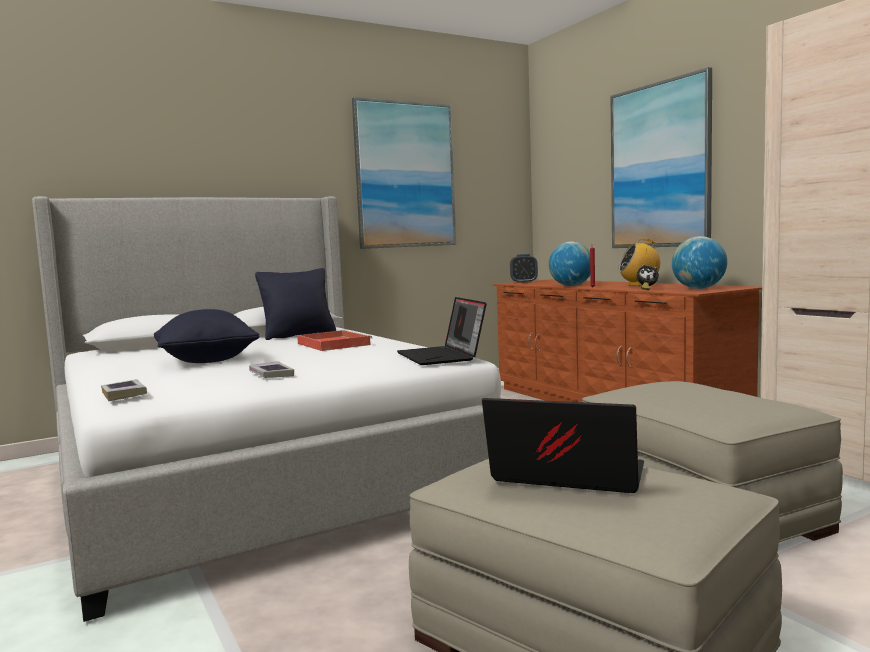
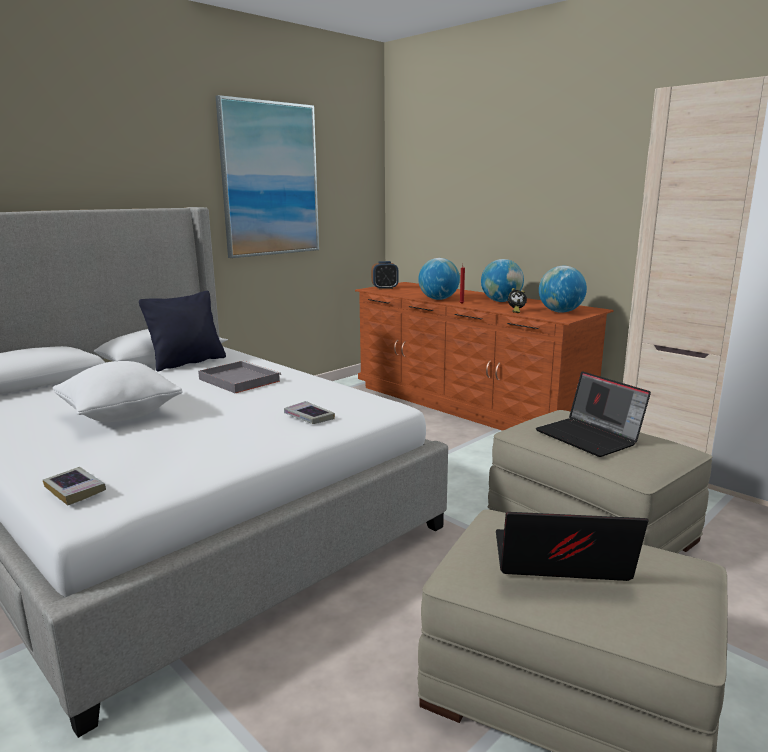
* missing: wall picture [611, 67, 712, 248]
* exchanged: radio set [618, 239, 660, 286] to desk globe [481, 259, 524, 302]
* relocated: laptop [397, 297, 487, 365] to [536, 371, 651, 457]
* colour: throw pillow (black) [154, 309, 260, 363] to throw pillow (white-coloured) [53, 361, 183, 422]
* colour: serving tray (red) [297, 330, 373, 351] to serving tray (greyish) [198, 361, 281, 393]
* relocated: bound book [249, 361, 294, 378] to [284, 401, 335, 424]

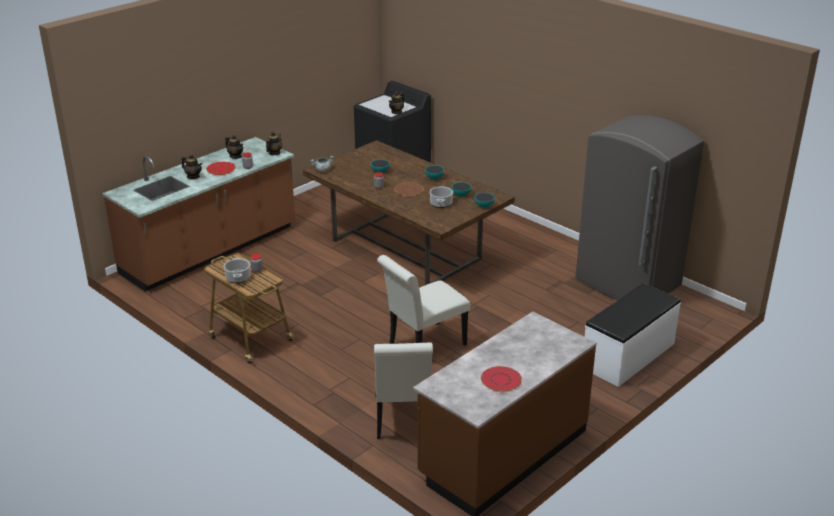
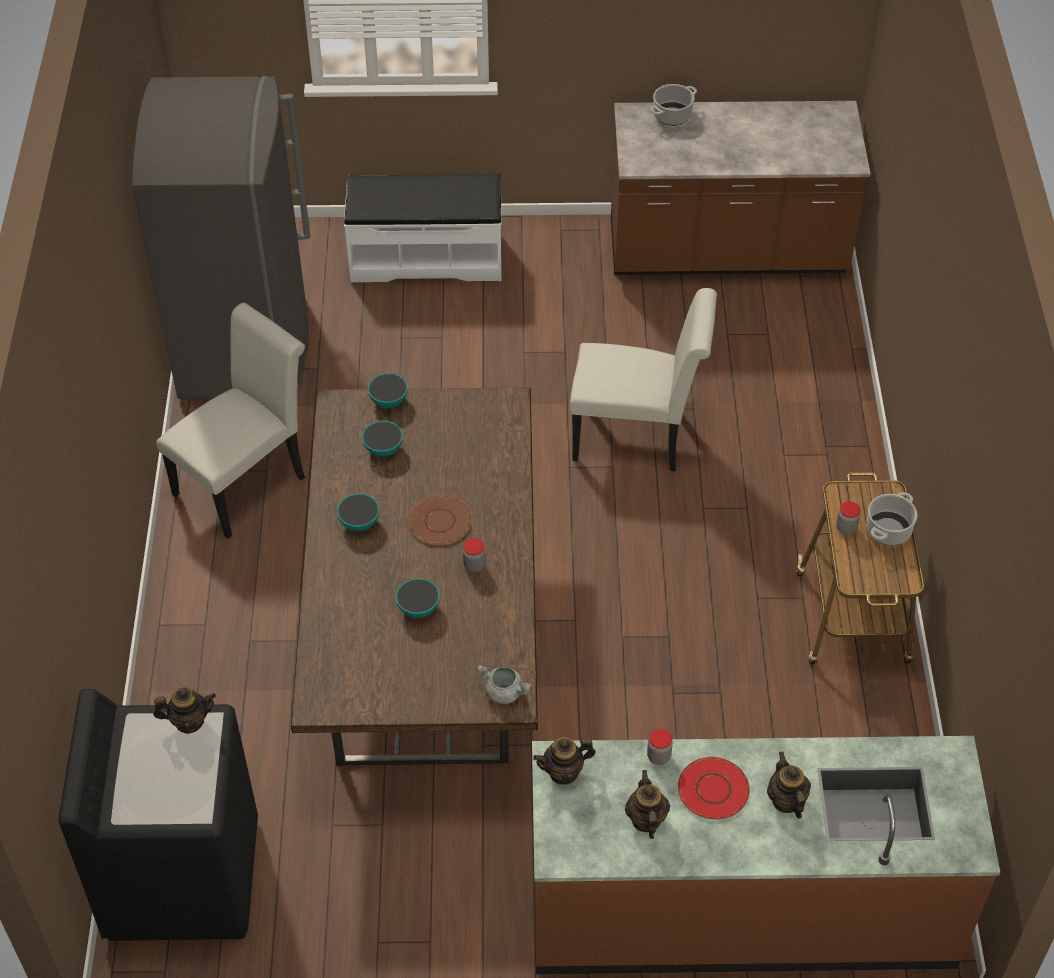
* relocated: stockpot [429, 186, 453, 208] to [650, 84, 697, 126]
* relocated: plain chair (white-coloured) [374, 343, 433, 439] to [156, 303, 305, 539]
* missing: flat dish (red) [481, 366, 522, 392]

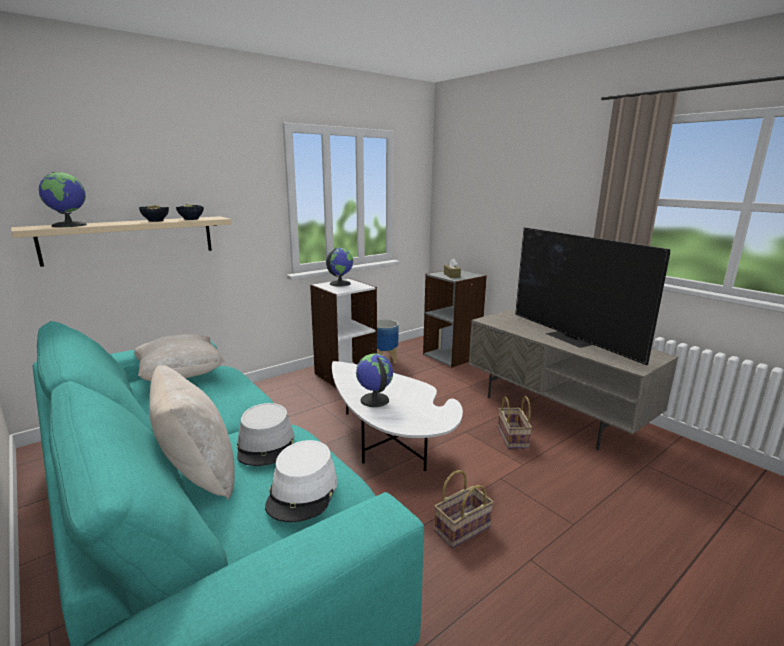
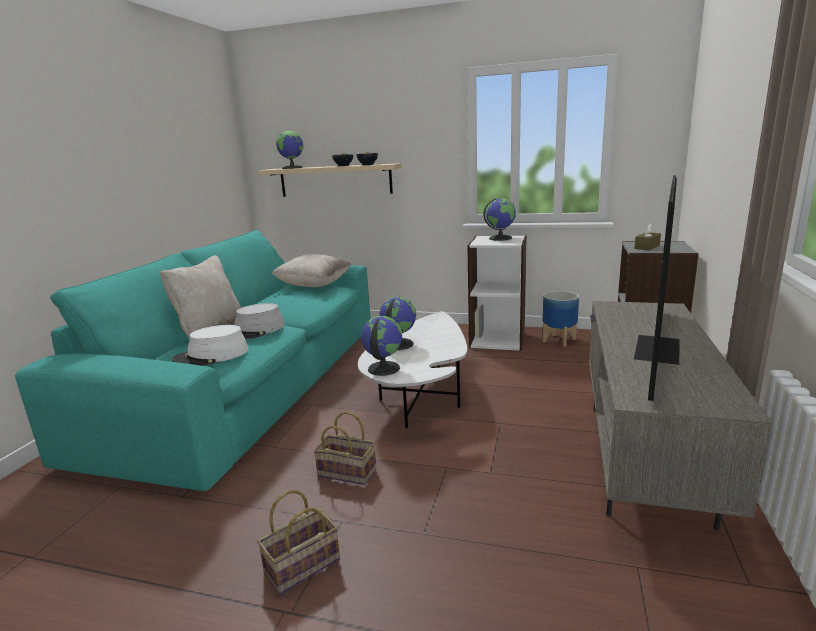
* relocated: basket [498, 396, 532, 449] to [257, 490, 340, 594]
* appeared: desk globe [361, 316, 402, 376]

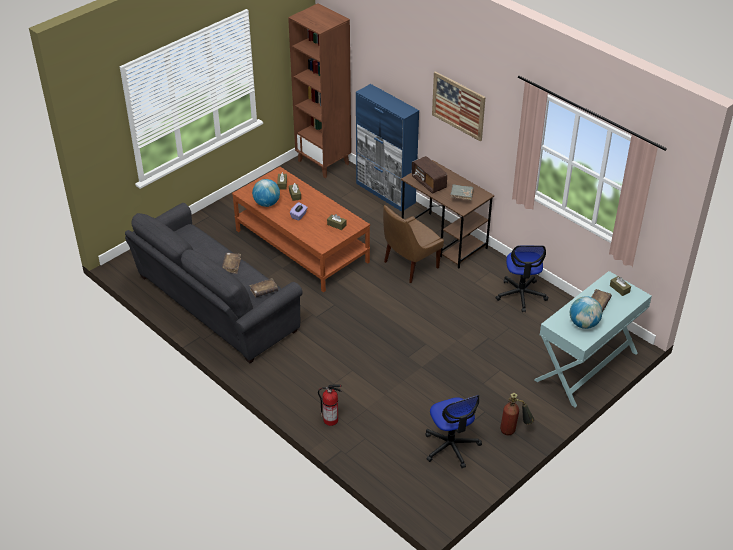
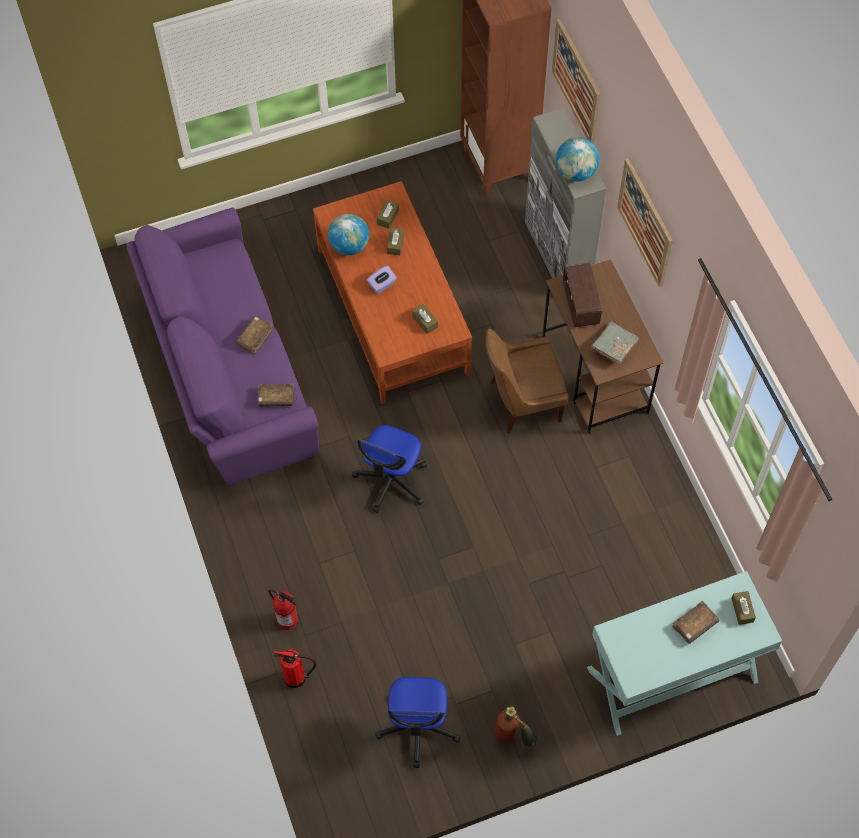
* colour: cabinet (bluish) [356, 84, 419, 212] to cabinet (greyish) [525, 108, 606, 278]
* colour: sofa (greyish) [125, 203, 303, 363] to sofa (purple) [126, 207, 319, 487]
* relocated: computer chair [495, 245, 548, 312] to [352, 425, 427, 513]
* relocated: desk globe [570, 296, 602, 329] to [556, 137, 600, 181]
* appeared: wall picture [552, 19, 600, 144]
* appeared: fire-fighting cylinder [274, 649, 317, 688]

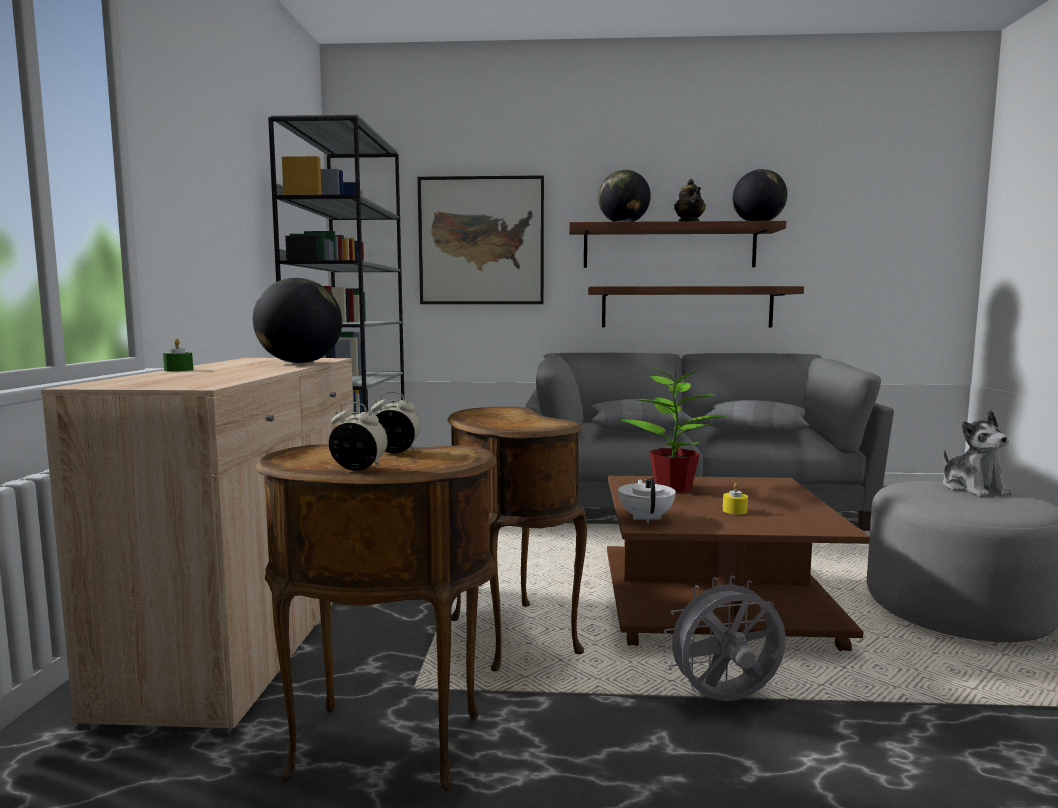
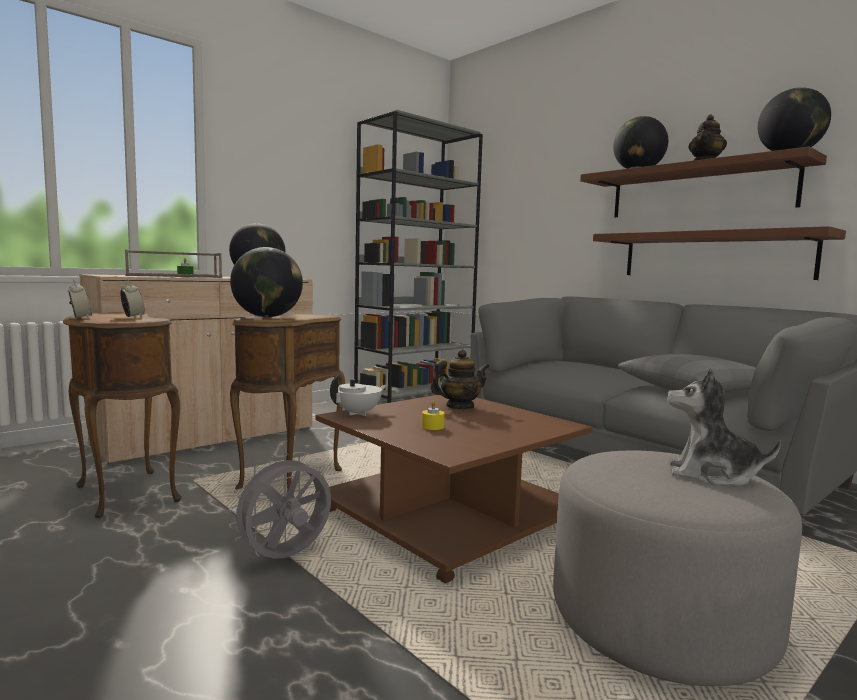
* missing: wall picture [417, 175, 544, 304]
* exchanged: potted plant [620, 362, 726, 492] to teapot [431, 349, 490, 409]
* missing: throw pillow (greyish) [592, 399, 695, 433]
* spun: soft toy [943, 410, 1012, 497] = [667, 368, 781, 487] 75 degrees clockwise
* spun: cooling fan (greyish) [663, 575, 786, 701] = [228, 453, 331, 559] 75 degrees counterclockwise
* appeared: desk globe [230, 247, 303, 317]
* appeared: serving tray (brown-coloured) [125, 250, 222, 278]

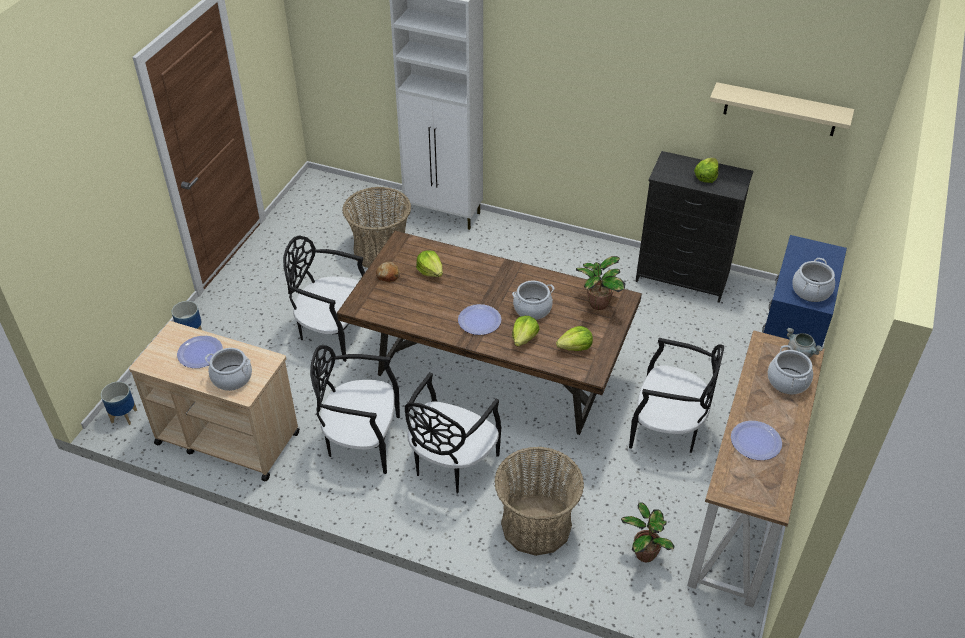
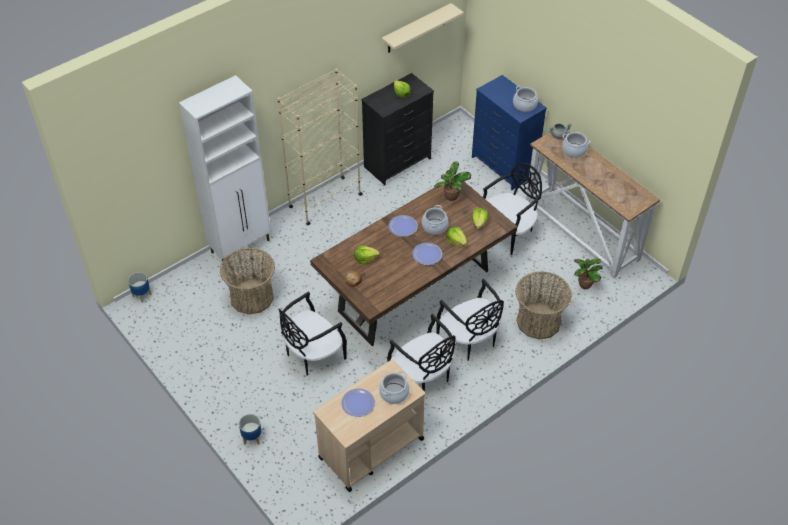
* spun: plain chair (black) [310, 345, 400, 474] = [387, 314, 455, 391] 75 degrees counterclockwise
* relocated: planter [101, 382, 137, 425] to [128, 272, 152, 303]
* relocated: flat dish [731, 421, 782, 460] to [389, 215, 418, 237]
* appeared: bookcase (beige) [277, 68, 363, 225]

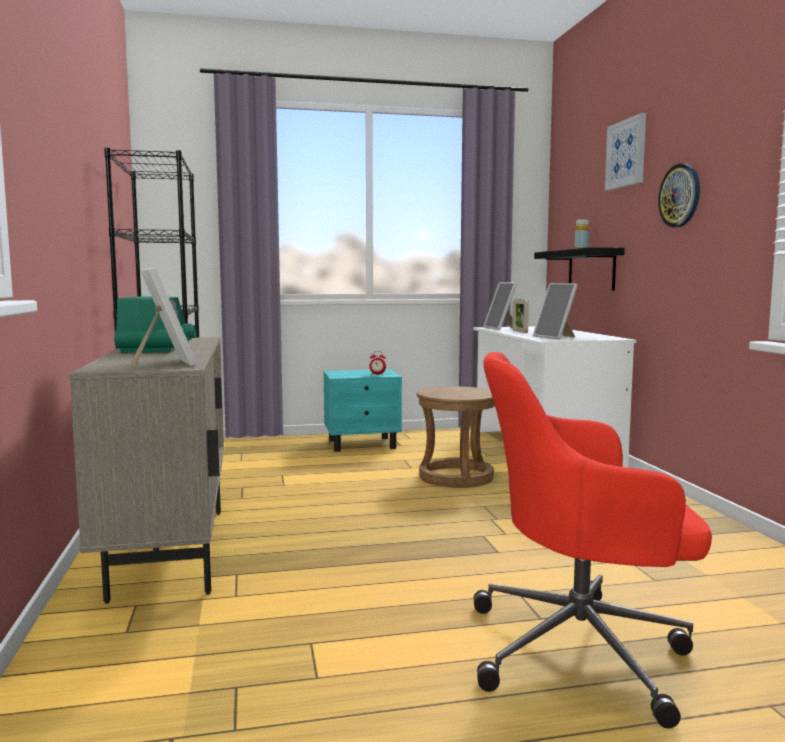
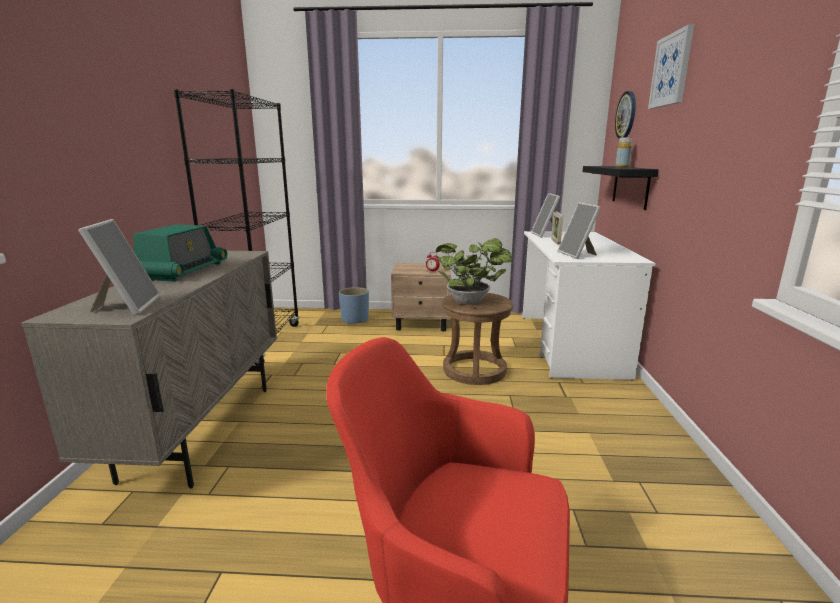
* relocated: clock on the wall [658, 163, 700, 227] to [615, 91, 636, 139]
* colour: nightstand (blue-green) [323, 369, 402, 452] to nightstand (beige) [391, 263, 451, 331]
* appeared: potted plant [436, 238, 512, 305]
* appeared: planter (bluish) [339, 287, 369, 324]

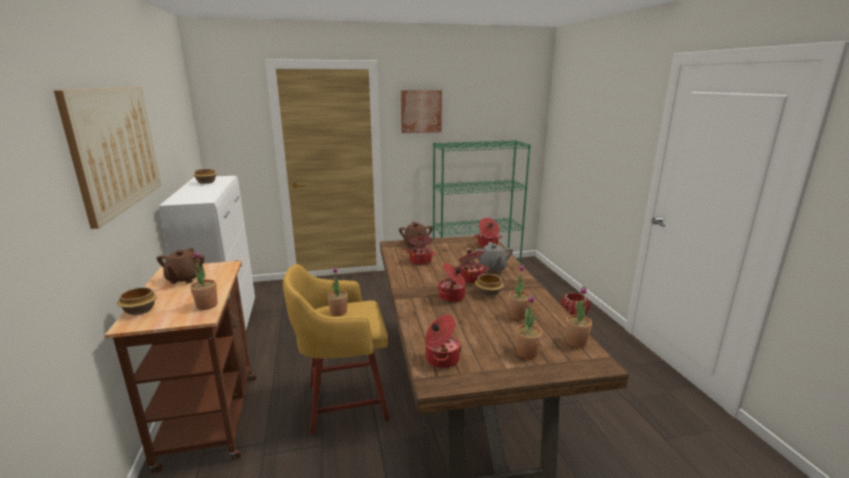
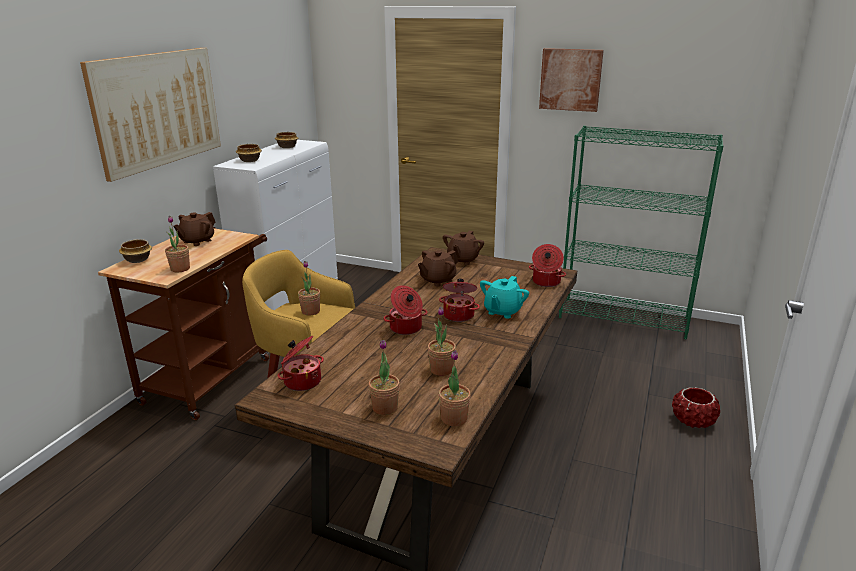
* exchanged: stockpot [406, 235, 436, 265] to teapot (brown-coloured) [418, 250, 458, 286]
* colour: teapot (greyish) [474, 242, 513, 273] to teapot (blue-green) [480, 276, 529, 319]
* relocated: bowl [475, 274, 504, 297] to [236, 144, 262, 162]

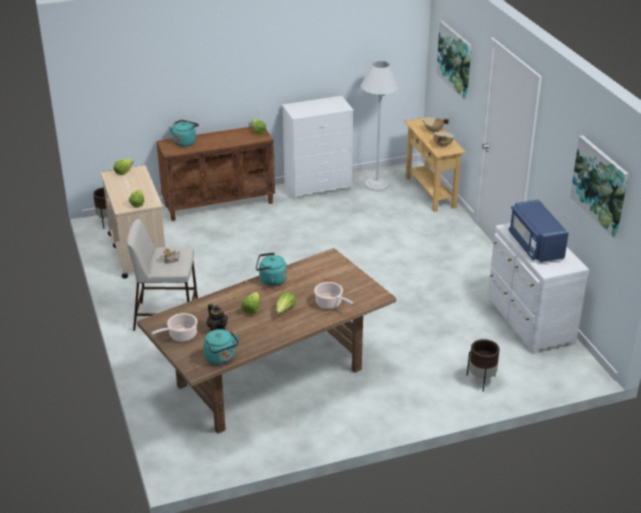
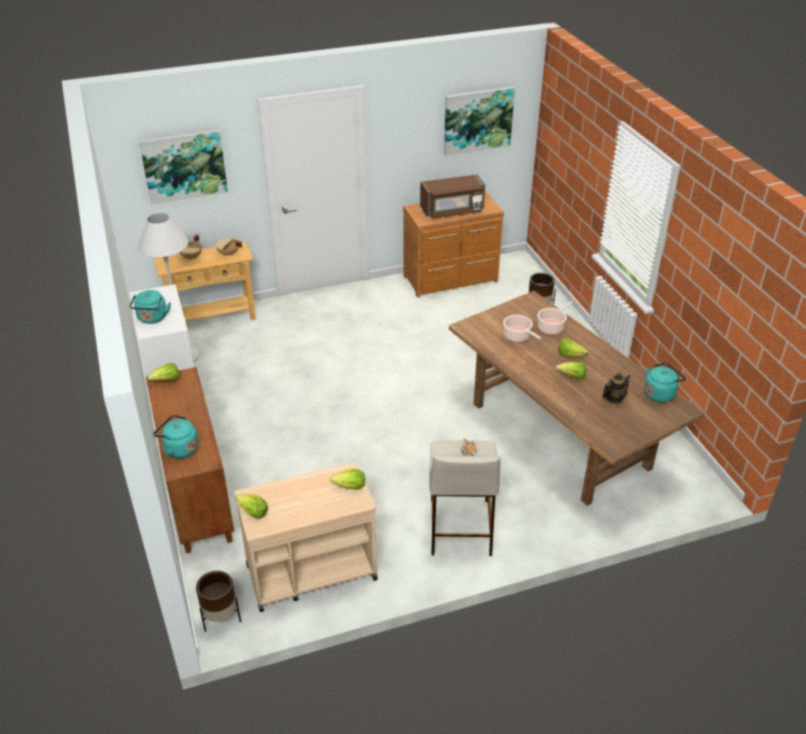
* colour: kitchen microwave (bluish) [508, 199, 569, 263] to kitchen microwave (brown-coloured) [420, 174, 485, 219]
* colour: drawer chest (white-coloured) [488, 223, 589, 354] to drawer chest (brown-coloured) [403, 192, 504, 298]
* relocated: tea kettle (blue-green) [256, 253, 287, 286] to [130, 290, 171, 324]
* relocated: stockpot [151, 313, 197, 342] to [503, 315, 541, 342]

